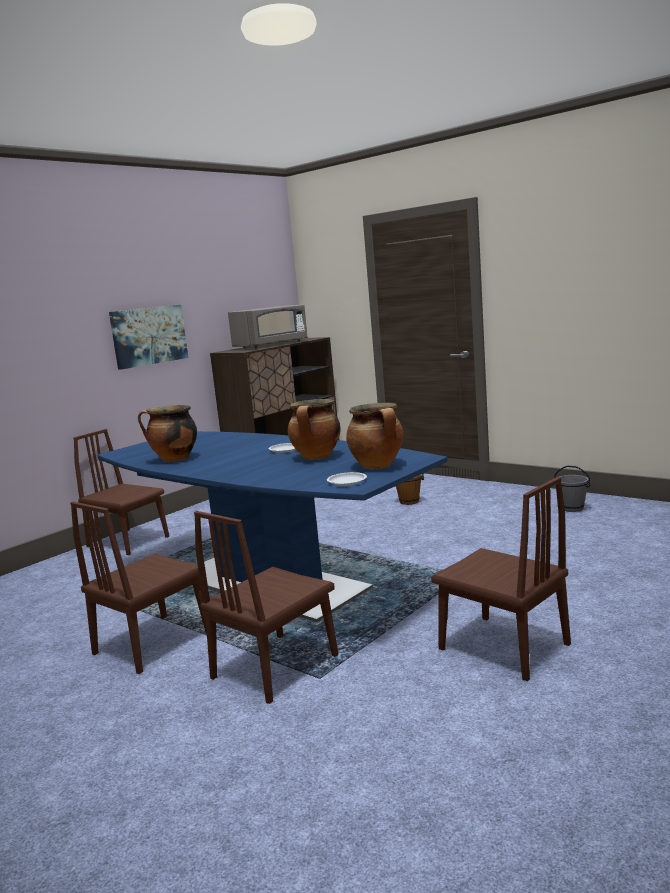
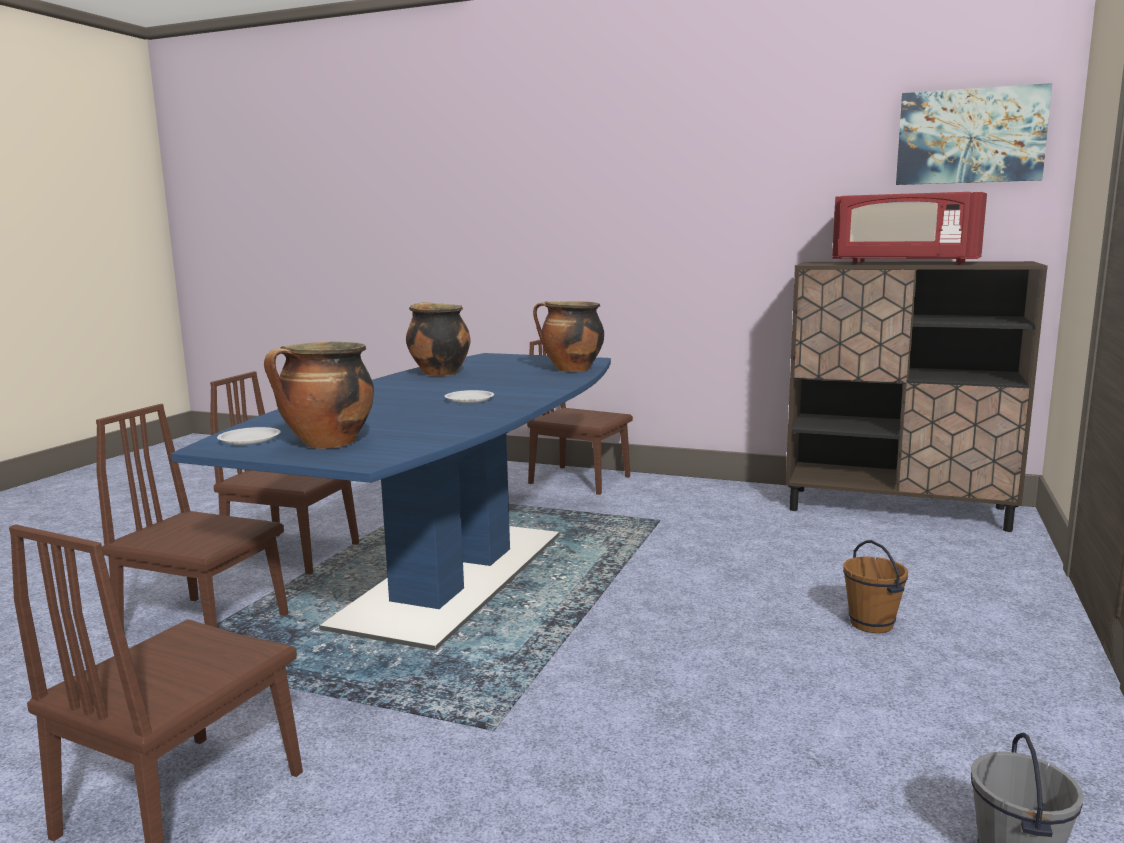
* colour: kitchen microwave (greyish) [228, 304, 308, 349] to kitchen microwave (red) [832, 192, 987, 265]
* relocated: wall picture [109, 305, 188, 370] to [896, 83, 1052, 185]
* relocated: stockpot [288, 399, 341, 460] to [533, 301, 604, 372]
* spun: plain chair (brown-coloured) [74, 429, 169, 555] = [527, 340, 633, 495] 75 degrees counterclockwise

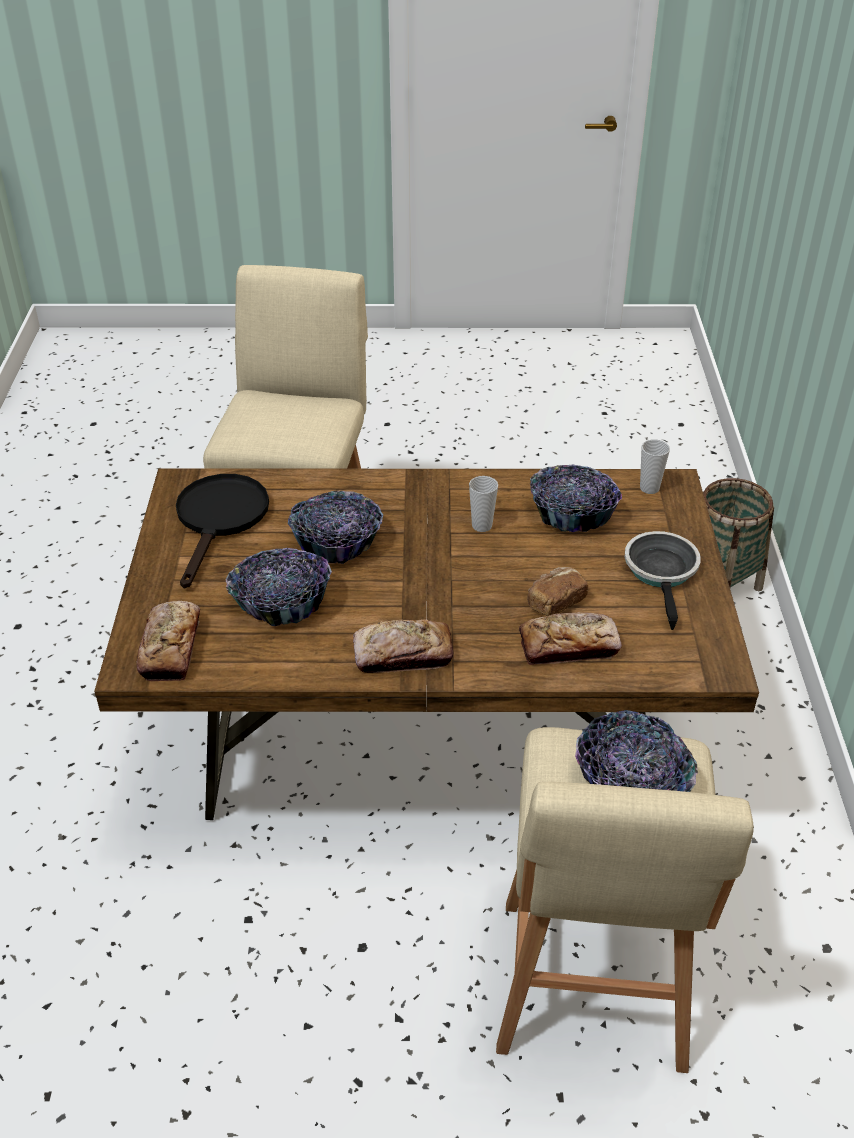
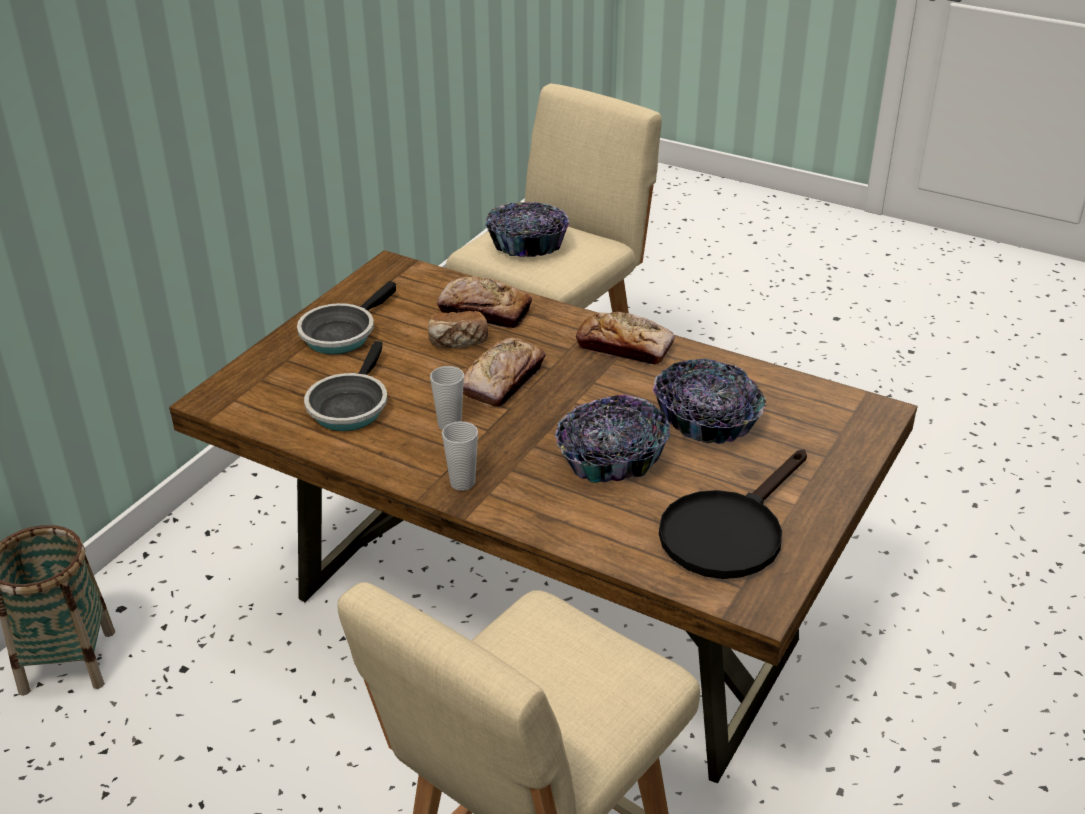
* relocated: cup [640, 439, 670, 494] to [442, 421, 478, 491]
* exchanged: bowl [530, 465, 622, 532] to frying pan [304, 341, 387, 431]
* relocated: bread [137, 601, 200, 682] to [463, 337, 546, 407]

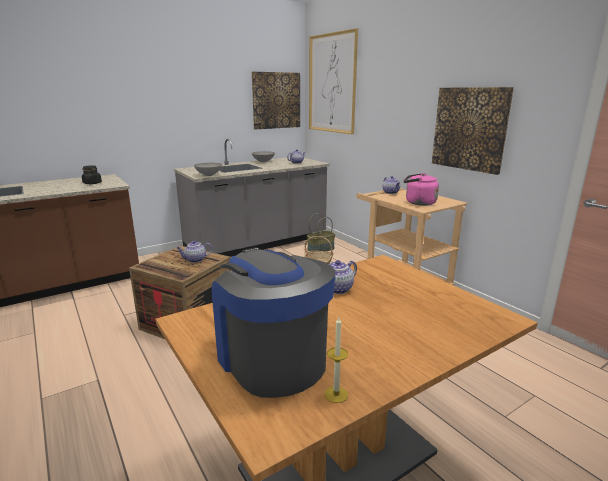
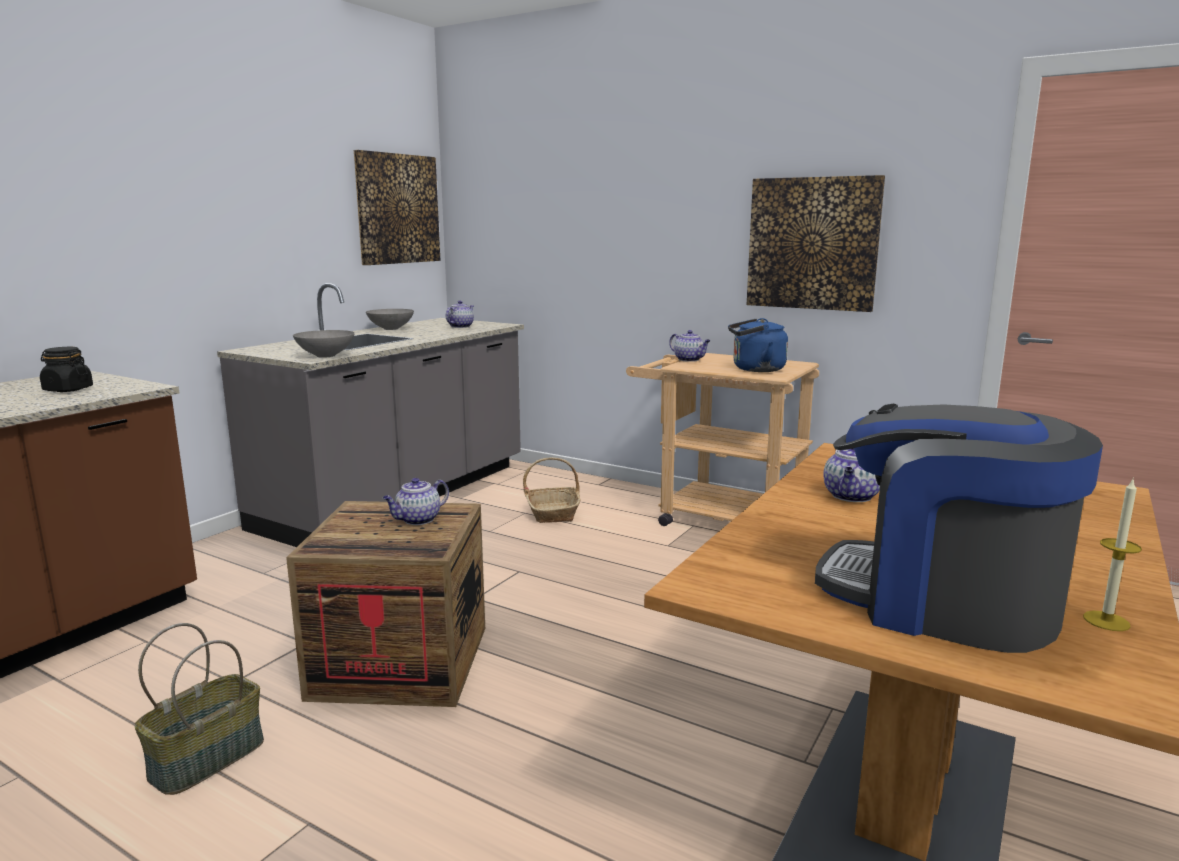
* missing: wall picture [309, 28, 358, 134]
* colour: tea kettle (pink-coloured) [404, 173, 439, 206] to tea kettle (bluish) [728, 318, 788, 372]
* relocated: basket [307, 213, 335, 251] to [135, 623, 264, 795]

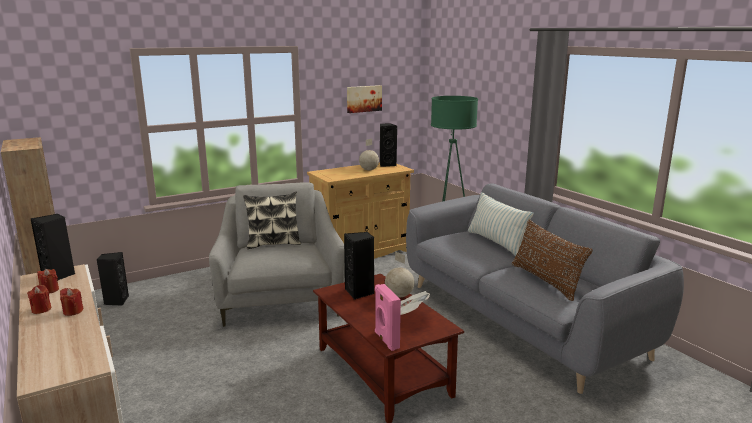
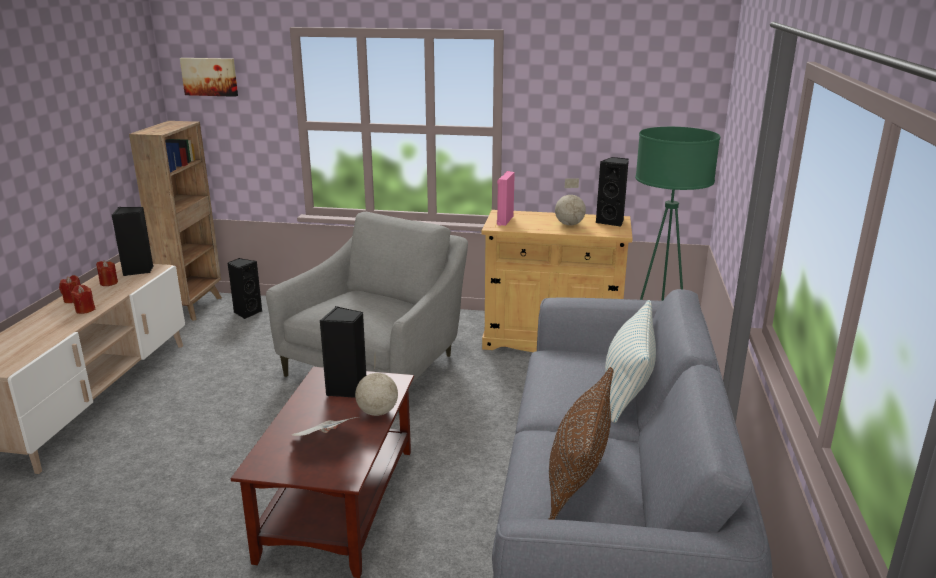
* relocated: wall picture [347, 85, 382, 113] to [180, 58, 238, 97]
* missing: throw pillow [243, 192, 301, 249]
* relocated: audio speaker (pink-coloured) [375, 284, 401, 351] to [497, 171, 515, 226]

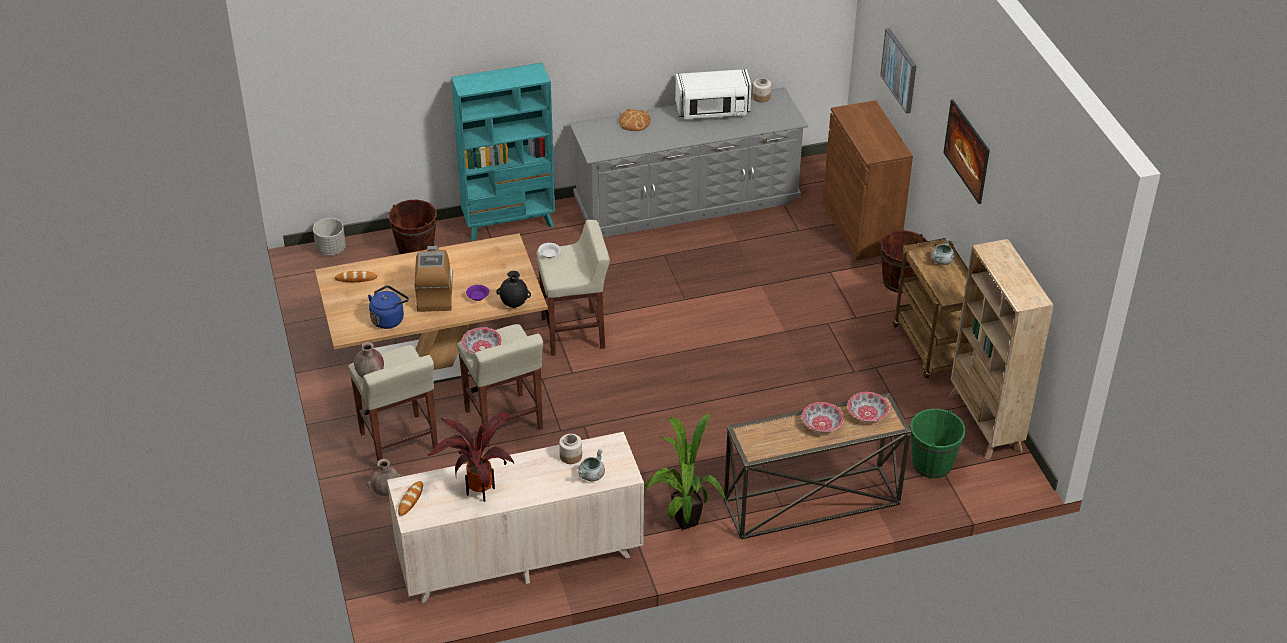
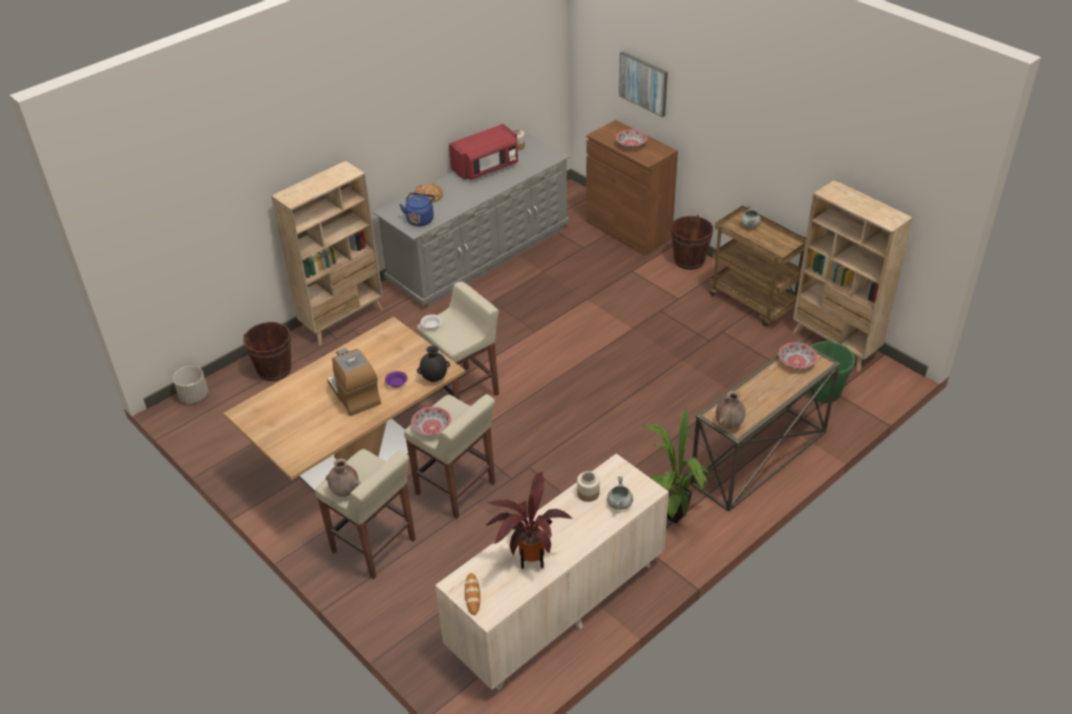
* colour: bookcase (blue-green) [451, 63, 555, 241] to bookcase (beige) [271, 161, 383, 345]
* colour: kitchen microwave (white-coloured) [675, 69, 752, 119] to kitchen microwave (red) [449, 124, 518, 180]
* missing: wall picture [943, 100, 990, 204]
* missing: bread [335, 271, 377, 282]
* relocated: tea kettle (bluish) [368, 286, 409, 329] to [399, 193, 435, 226]
* relocated: bowl [802, 402, 844, 433] to [616, 129, 647, 148]
* relocated: vase (brown-coloured) [367, 459, 402, 496] to [716, 391, 746, 429]

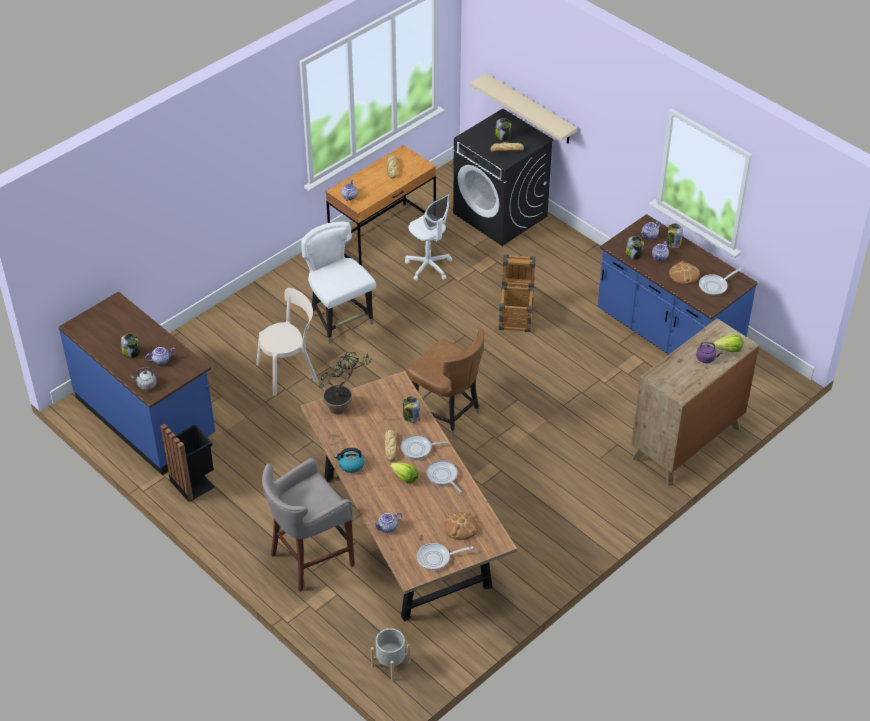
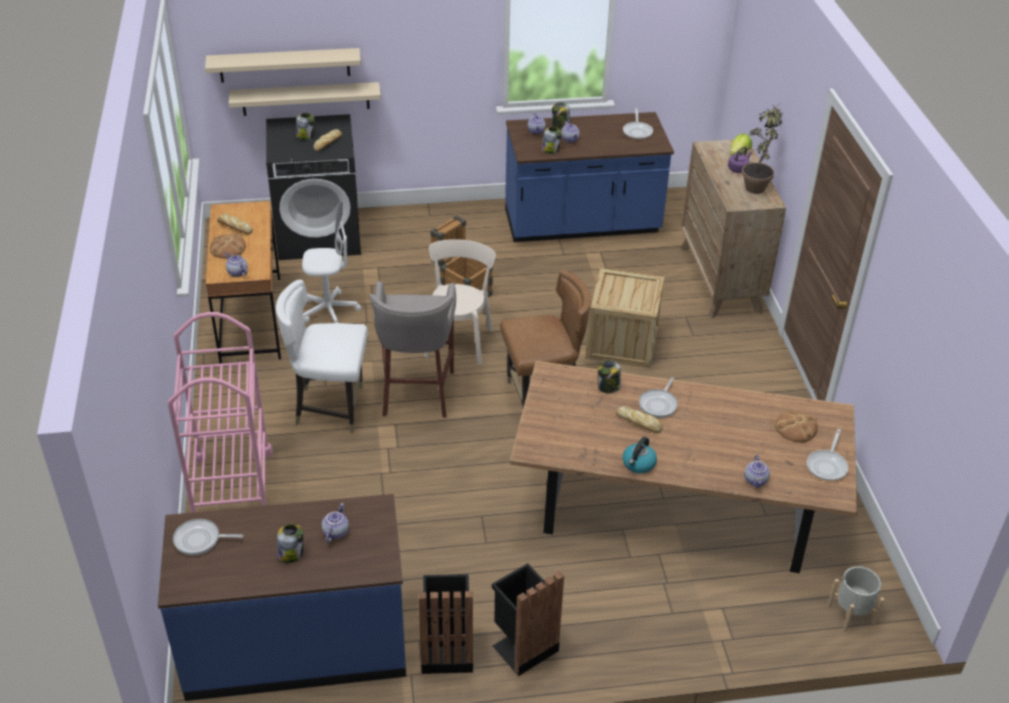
* relocated: bread [669, 261, 700, 285] to [210, 234, 246, 258]
* relocated: plain chair (beige) [256, 288, 318, 396] to [424, 239, 496, 365]
* relocated: potted plant [319, 352, 372, 415] to [742, 104, 782, 194]
* missing: tea kettle (greyish) [131, 367, 157, 390]
* relocated: stool seat (greyish) [262, 458, 355, 592] to [369, 281, 456, 418]
* relocated: frying pan [426, 460, 462, 493] to [173, 519, 243, 556]
* missing: lettuce [390, 462, 418, 484]
* appeared: wall shelf (beige) [205, 48, 361, 83]
* appeared: shipping crate [585, 268, 664, 368]
* appeared: wheeled cart (pink-coloured) [167, 312, 273, 513]
* appeared: rubbish bin (black) [492, 563, 564, 676]

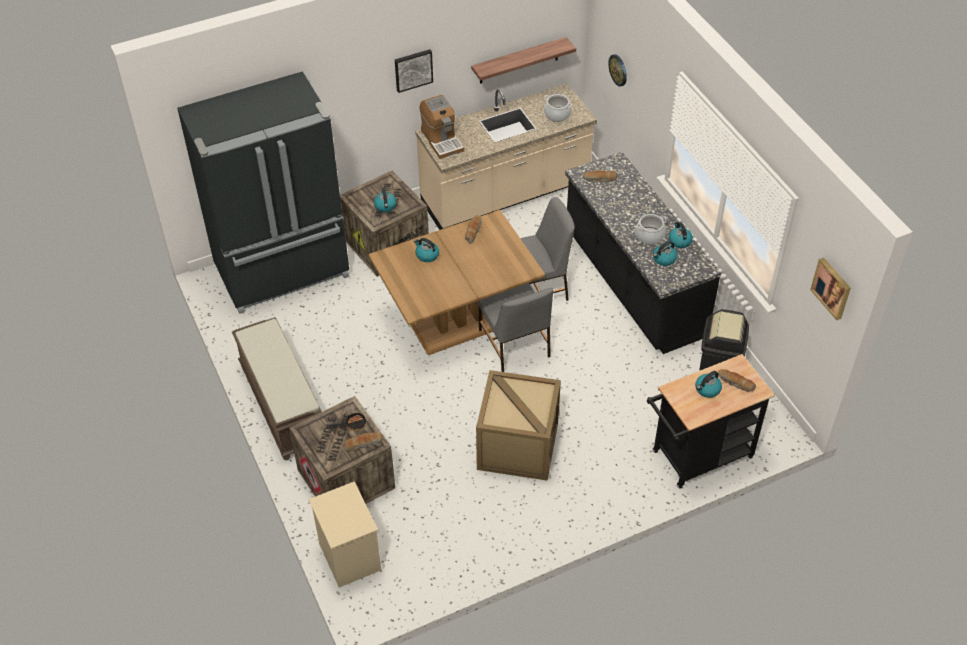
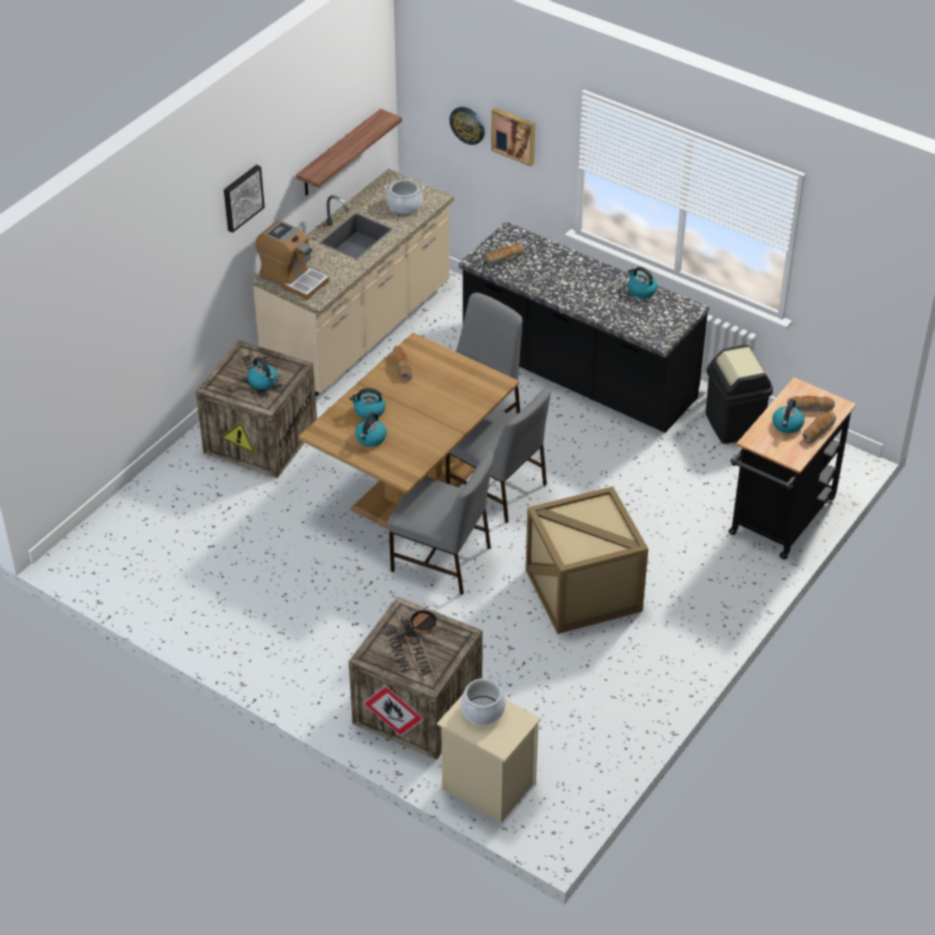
* missing: fridge (black) [177, 71, 349, 314]
* relocated: stockpot [636, 214, 667, 244] to [461, 675, 506, 725]
* relocated: tea kettle [653, 241, 677, 266] to [355, 412, 387, 447]
* relocated: wall picture [810, 257, 851, 320] to [491, 108, 535, 167]
* missing: indoor bench (brown-coloured) [232, 317, 322, 460]
* relocated: bread [344, 433, 383, 451] to [803, 412, 836, 444]
* appeared: plain chair (greyish) [387, 451, 494, 595]

